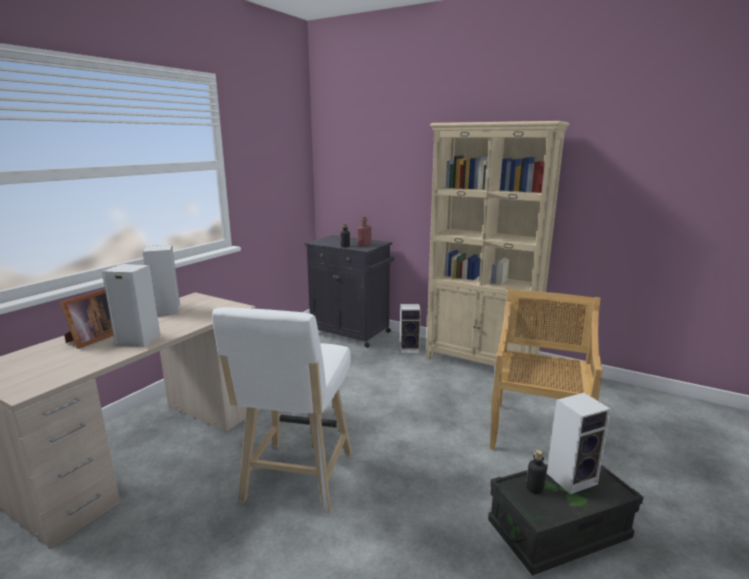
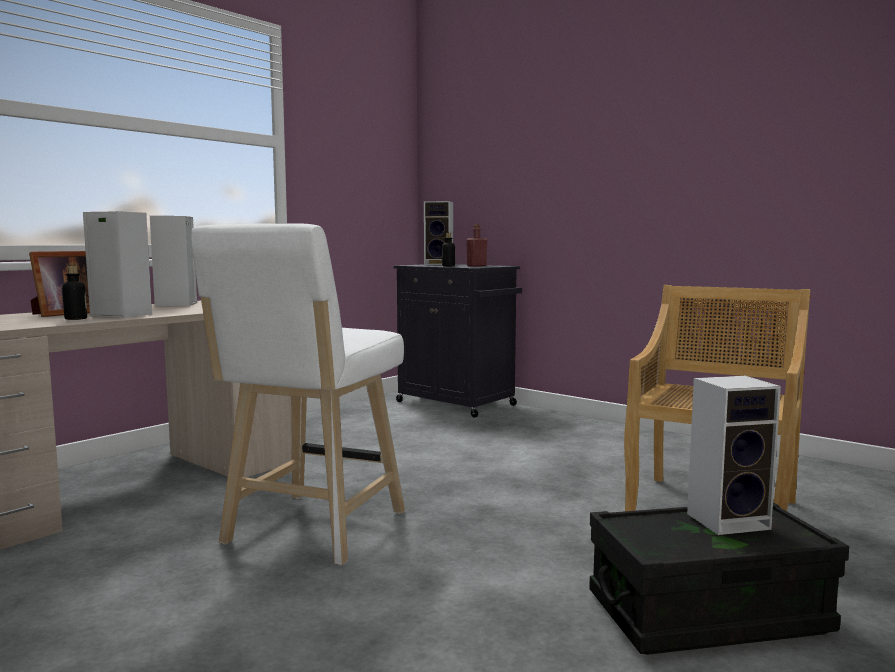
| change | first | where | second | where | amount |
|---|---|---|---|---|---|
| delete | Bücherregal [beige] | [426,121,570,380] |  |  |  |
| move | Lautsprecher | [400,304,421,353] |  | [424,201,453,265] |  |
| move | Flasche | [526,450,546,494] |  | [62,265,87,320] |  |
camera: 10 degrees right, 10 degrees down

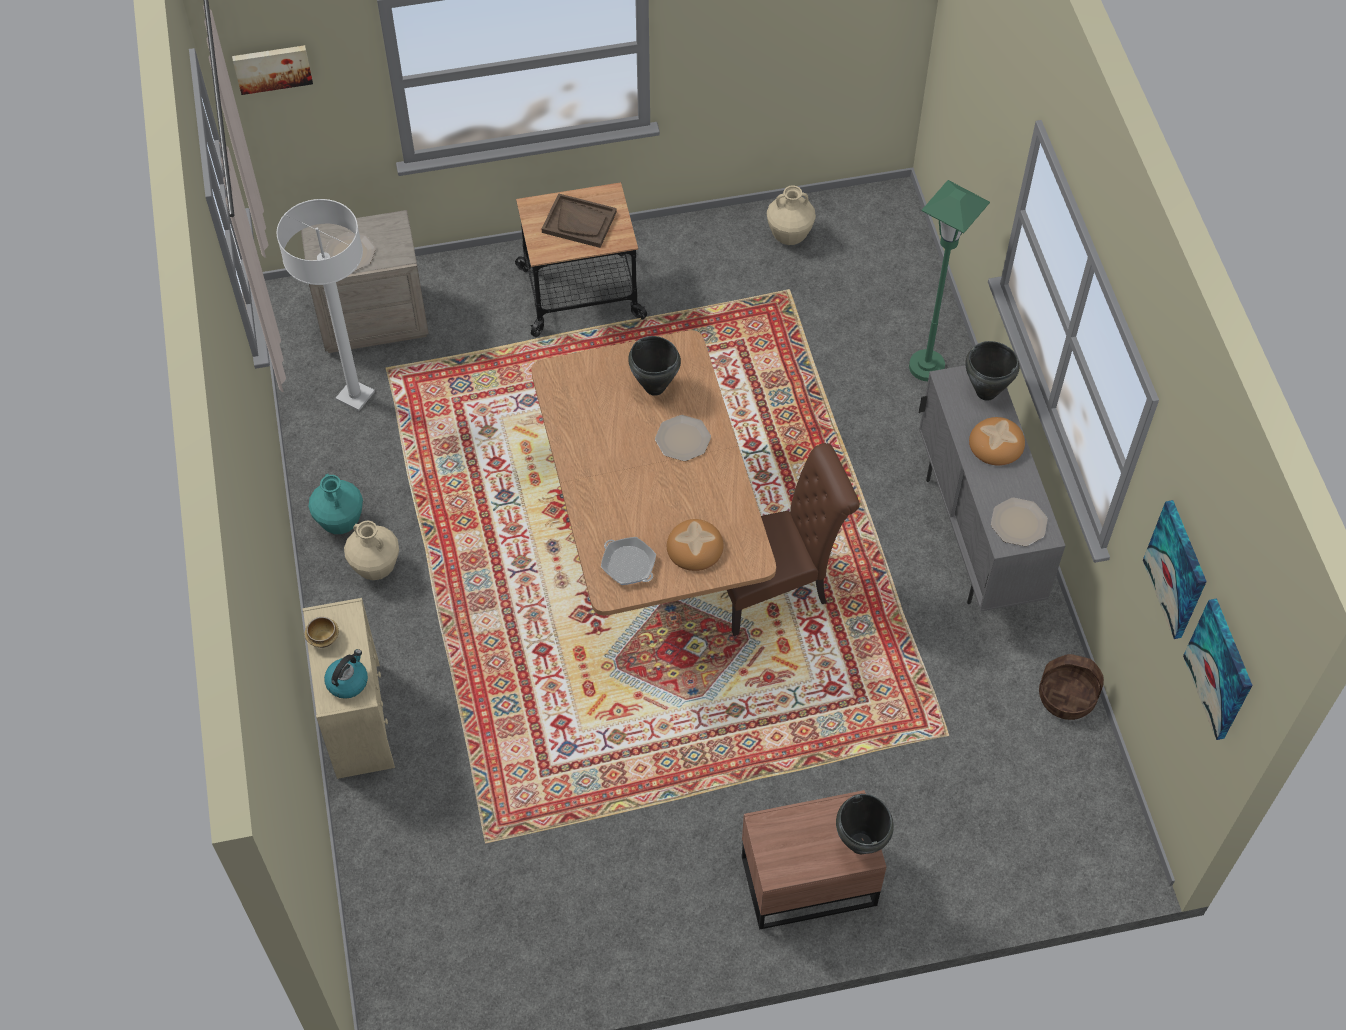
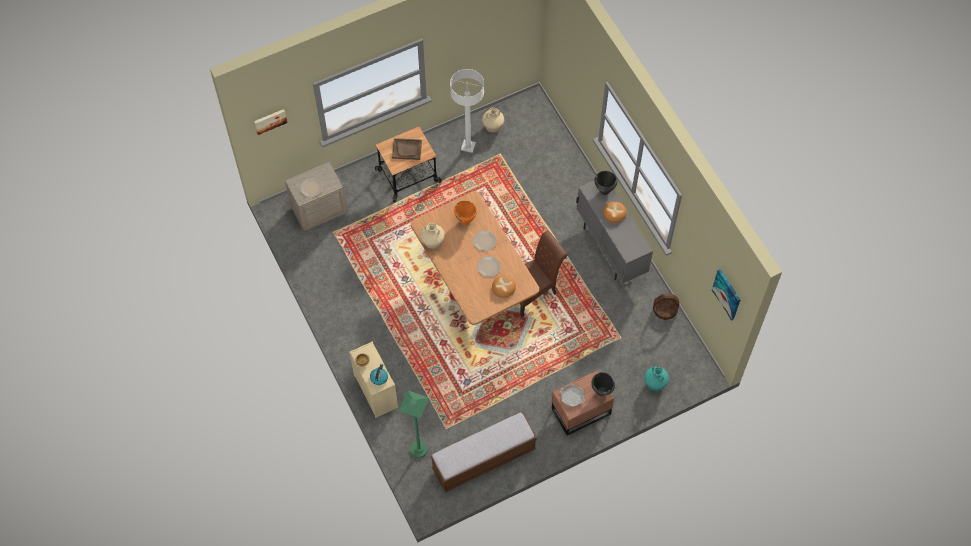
| change | first | where | second | where | amount |
|---|---|---|---|---|---|
| move | Stehlampe [grün] | [909,180,990,381] |  | [399,390,429,458] |  |
| move | Stehlampe [weiß] | [276,199,375,411] |  | [450,69,484,153] |  |
| recolor | Kochtopf [schwarz] | [628,336,681,396] | Kochtopf [orange] | [454,201,477,225] |  |
| move | Vase [türkis] | [308,474,363,534] |  | [644,366,669,391] |  |
| move | Teller | [991,498,1048,546] |  | [477,256,501,277] |  |
| delete | Bild | [1143,500,1207,639] |  |  |  |
| move | Vase [beige] | [344,521,399,580] |  | [420,223,445,249] |  |
| move | Pfanne | [601,537,656,585] |  | [560,384,585,407] |  |
| insert |  |  | Bank | [431,412,537,493] |  |
camera: 15 degrees left, 5 degrees up

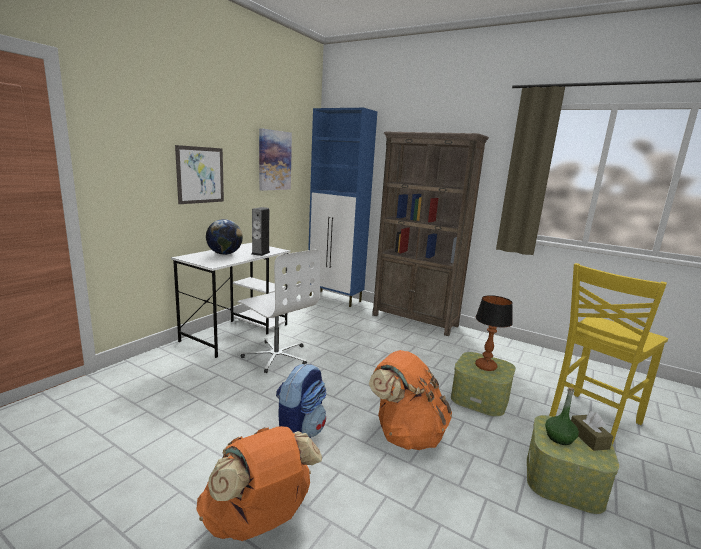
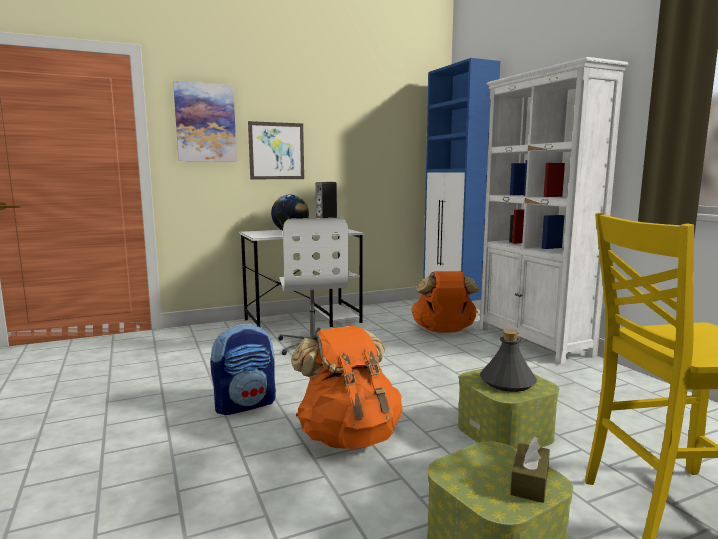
| change | first | where | second | where | amount |
|---|---|---|---|---|---|
| move | Bild | [259,128,292,191] |  | [173,81,237,162] |  |
| recolor | Bücherregal [braun] | [372,132,489,336] | Bücherregal [weiß] | [479,57,628,364] |  |
| replace | Tischlampe | [475,295,513,371] | Flasche [grau] | [480,329,537,392] |  |
| delete | Flasche [grün] | [545,387,579,445] |  |  |  |
| move | Rucksack [orange] | [196,426,322,541] |  | [411,271,479,332] |  |
camera: 35 degrees right, 5 degrees down

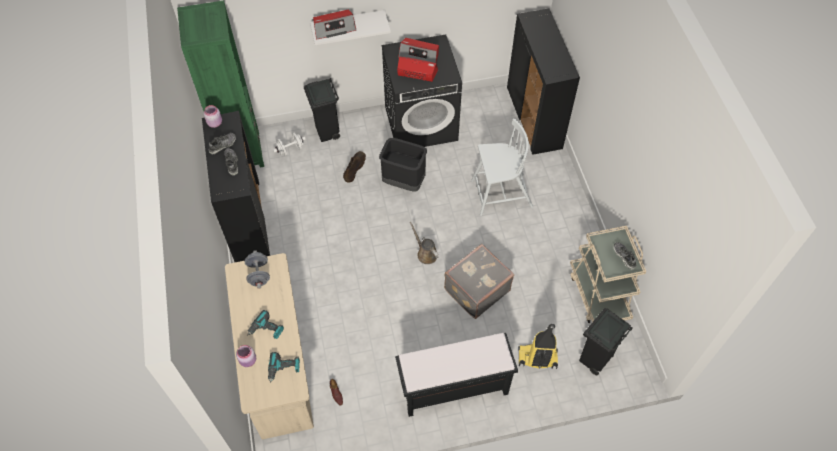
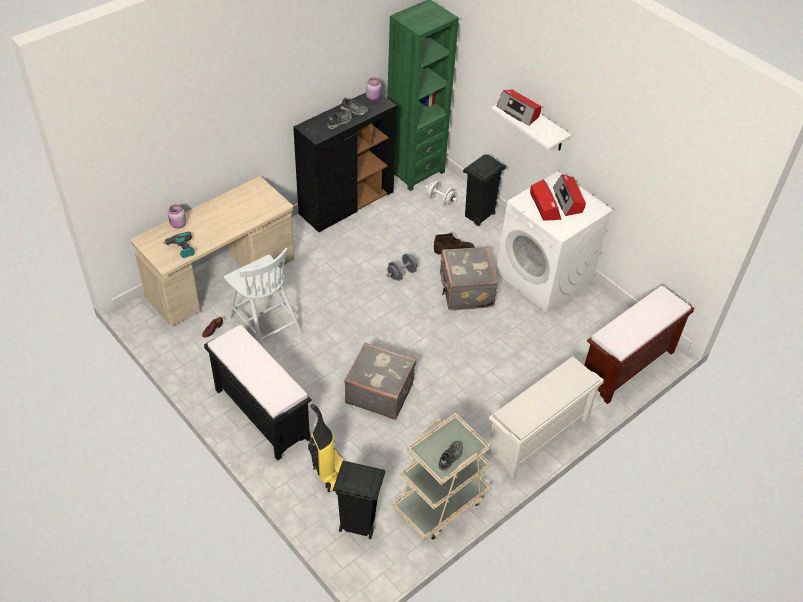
| change | first | where | second | where | amount |
|---|---|---|---|---|---|
| replace | Schrank [schwarz] | [507,9,580,155] | Bank [braun] | [584,285,694,404] |  |
| recolor | Waschmaschine [schwarz] | [382,35,462,147] | Waschmaschine [weiß] | [496,171,613,314] |  |
| move | Stuhl [weiß] | [471,118,533,216] |  | [224,248,303,347] |  |
| replace | Mülleimer [schwarz] | [379,138,427,192] | Koffer [grau] | [440,246,498,310] |  |
| delete | Gießkanne [braun] | [410,222,439,264] |  |  |  |
| move | Hantel [grau] | [245,250,270,289] |  | [387,254,418,281] |  |
| delete | Bohrmaschine | [248,310,284,339] |  |  |  |
| insert |  |  | Schuhregal [weiß] | [486,356,604,479] |  |
camera: 60 degrees right, 10 degrees down

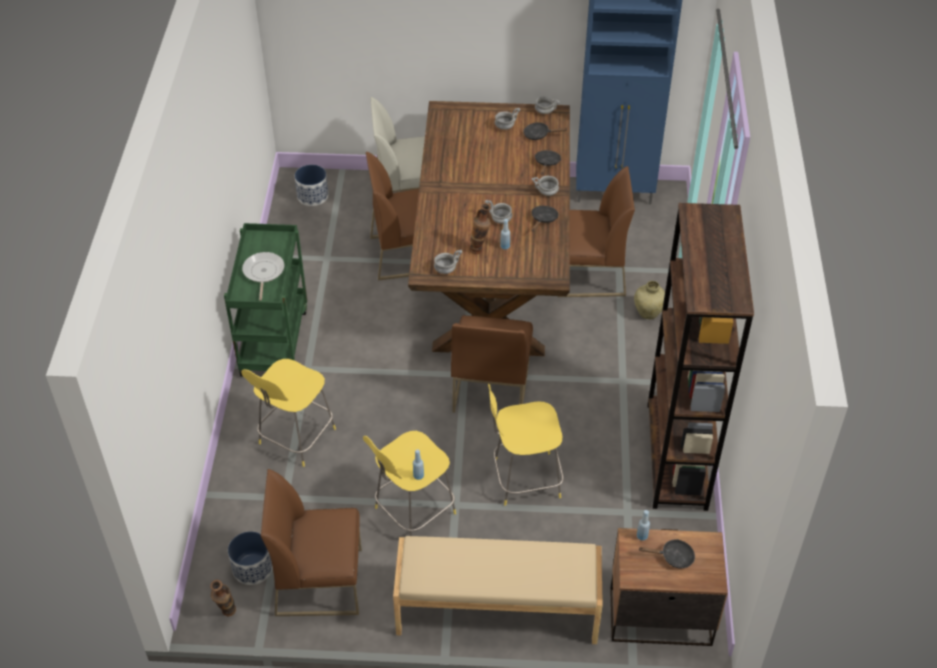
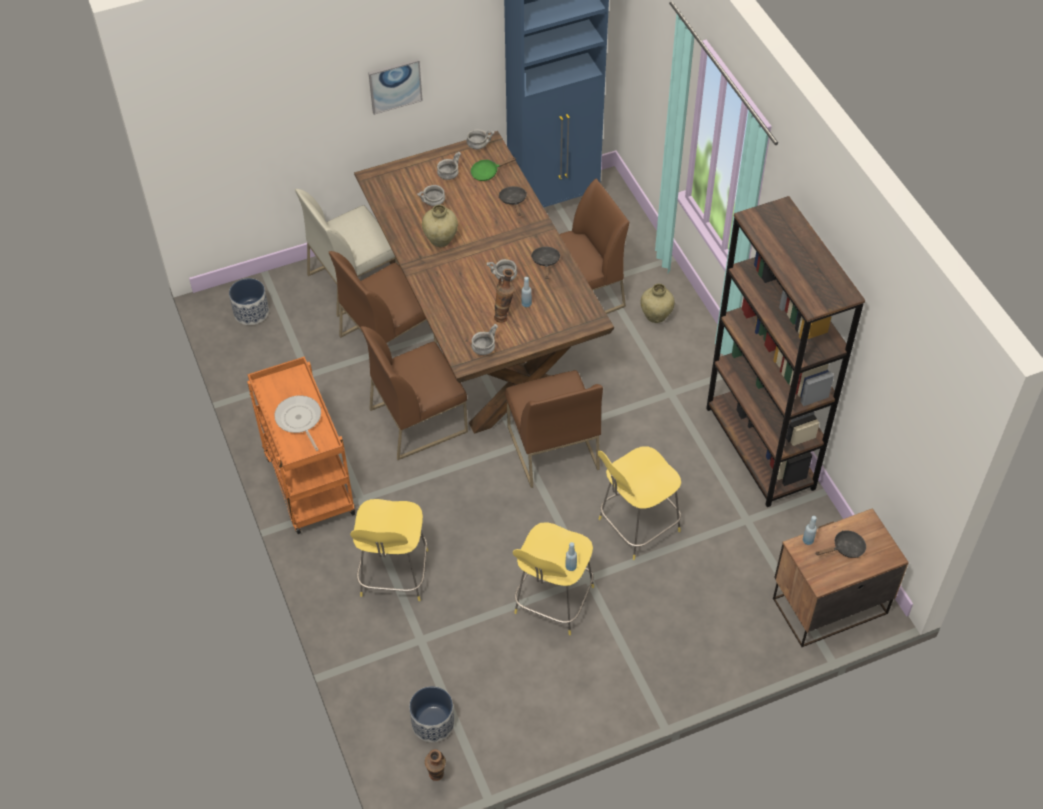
| change | first | where | second | where | amount |
|---|---|---|---|---|---|
| recolor | Pfanne [schwarz] | [523,122,568,140] | Pfanne [grün] | [471,157,516,181] |  |
| move | Schüssel [grau] | [531,176,559,196] |  | [417,185,445,206] |  |
| recolor | Rollwagen [grün] | [224,223,307,376] | Rollwagen [orange] | [247,357,355,534] |  |
| move | Stuhl [braun] | [261,469,362,616] |  | [360,326,468,460] |  |
| delete | Bank [beige] | [393,536,603,644] |  |  |  |
| insert |  |  | Bild | [368,59,423,115] |  |
| insert |  |  | Vase [beige] | [422,205,458,247] |  |
camera: 25 degrees left, 5 degrees up

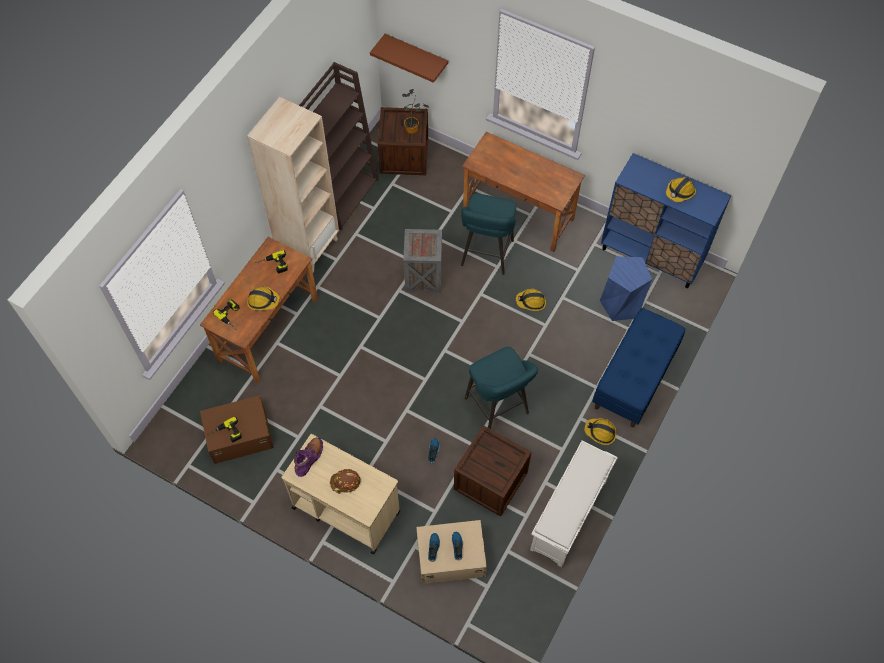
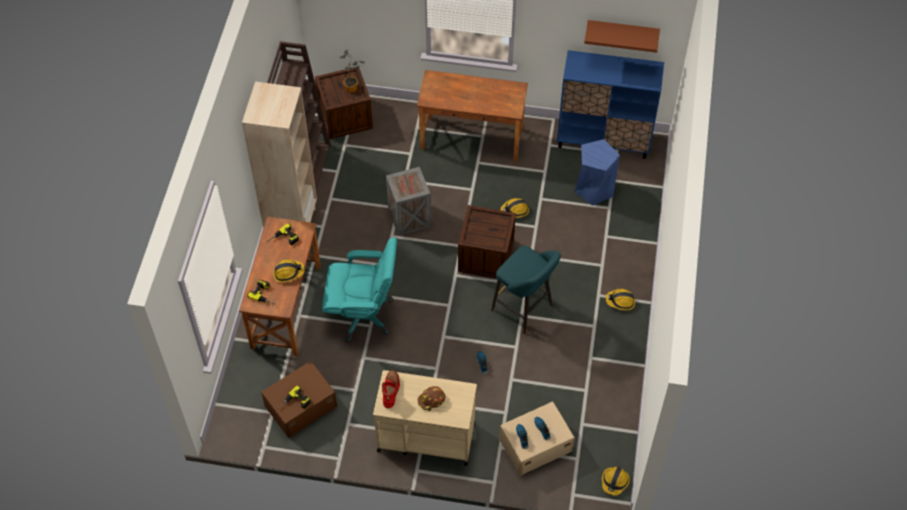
| change | first | where | second | where | amount |
|---|---|---|---|---|---|
| move | Wandregal [braun] | [370,34,448,83] |  | [584,20,660,53] |  |
| move | Schutzhelm | [666,177,696,202] |  | [602,467,630,496] |  |
| delete | Hocker [türkis] | [461,193,516,275] |  |  |  |
| delete | Bank [blau] | [592,308,685,427] |  |  |  |
| move | Kiste | [454,425,532,517] |  | [458,205,516,278] |  |
| recolor | Stiefel [lila] | [294,437,323,477] | Stiefel [rot] | [382,370,400,408] |  |
| delete | Schuhregal [weiß] | [530,440,618,567] |  |  |  |
| insert |  |  | Bürostuhl [türkis] | [322,238,397,343] |  |
camera: 20 degrees left, 5 degrees down

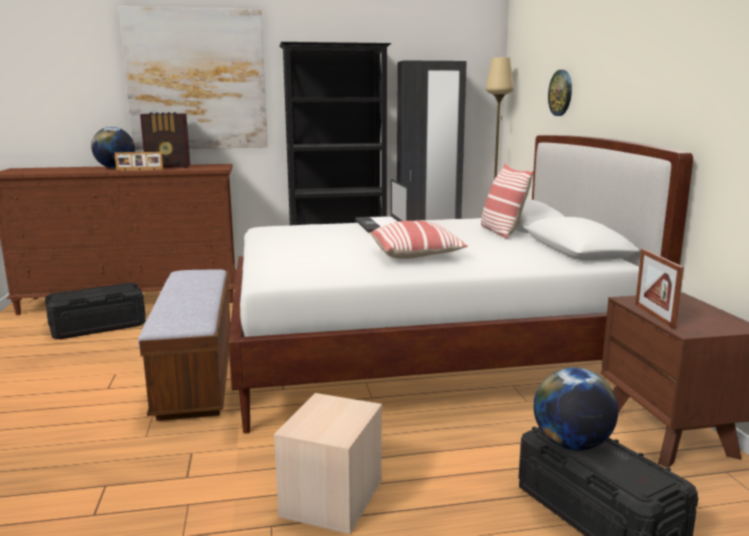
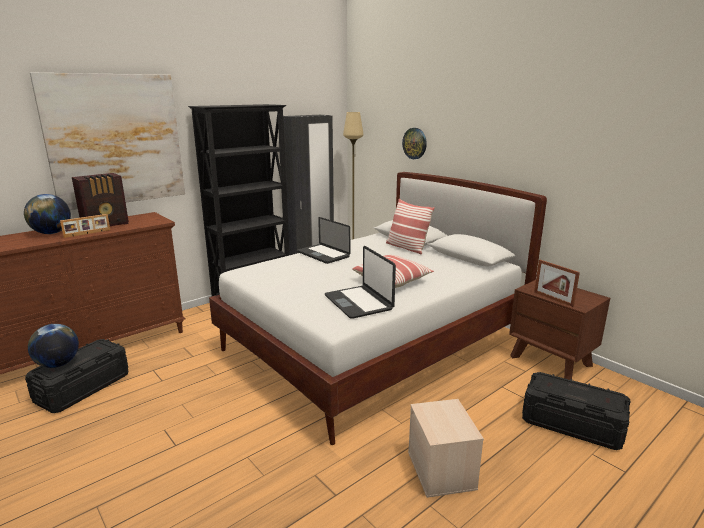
| change | first | where | second | where | amount |
|---|---|---|---|---|---|
| delete | Bank | [138,269,231,421] |  |  |  |
| move | Globus | [534,367,618,451] |  | [28,324,79,368] |  |
| insert |  |  | Laptop | [325,246,396,319] |  |
camera: 30 degrees left, 5 degrees up

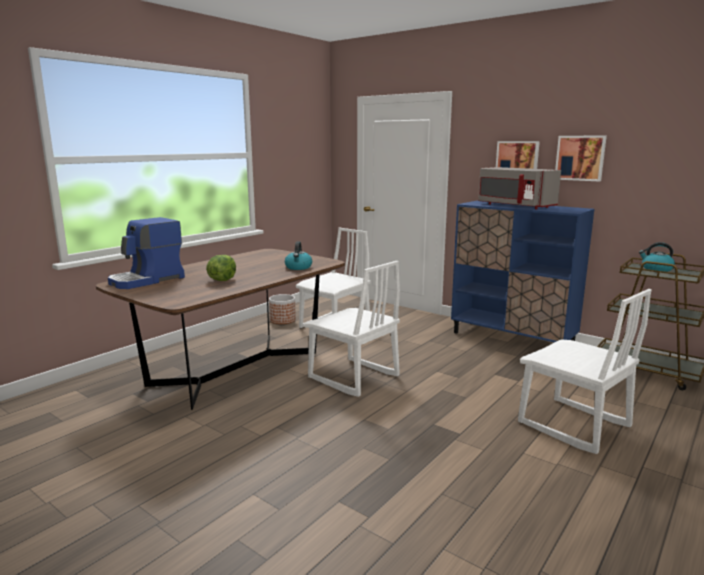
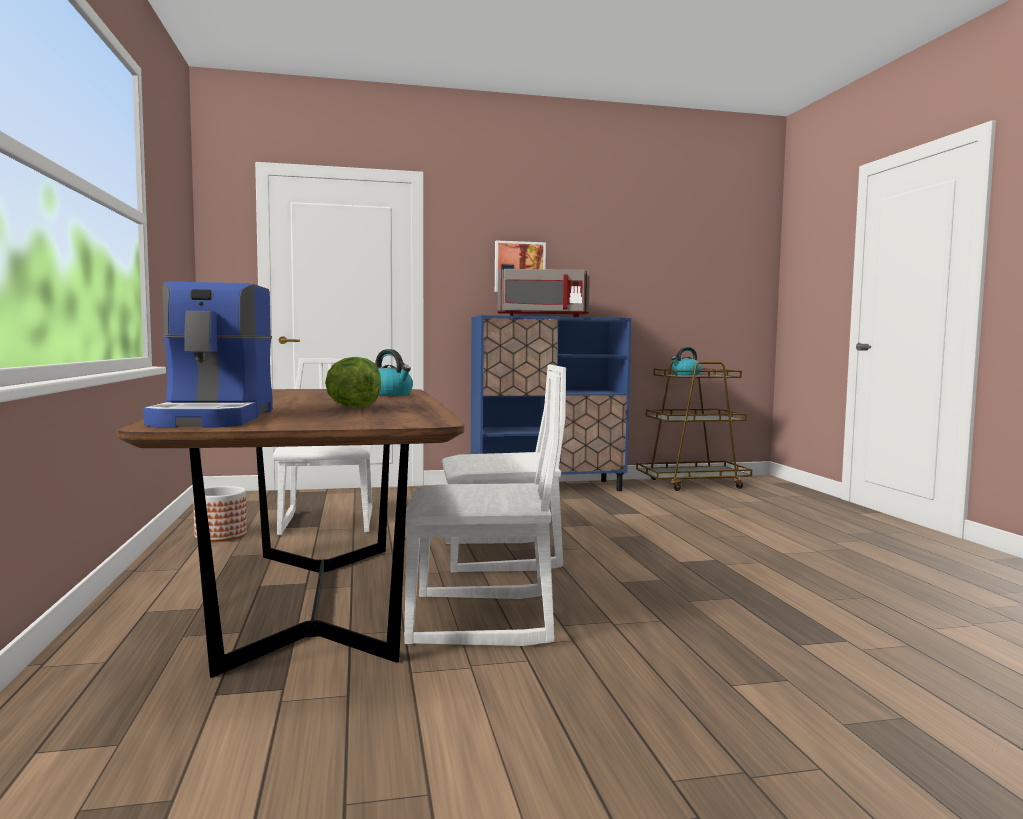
| change | first | where | second | where | amount |
|---|---|---|---|---|---|
| delete | Bild | [555,136,607,181] |  |  |  |
| move | Stuhl [weiß] | [518,289,652,454] |  | [404,371,561,646] |  |
camera: 50 degrees left, 10 degrees down

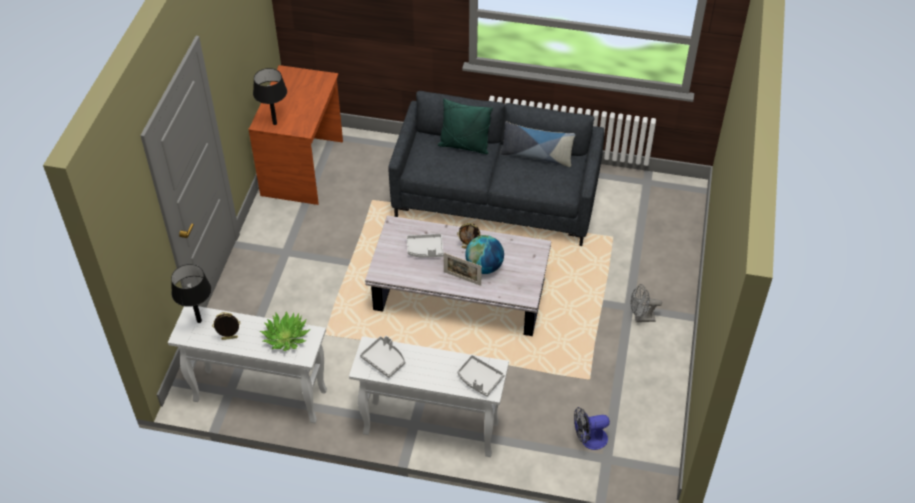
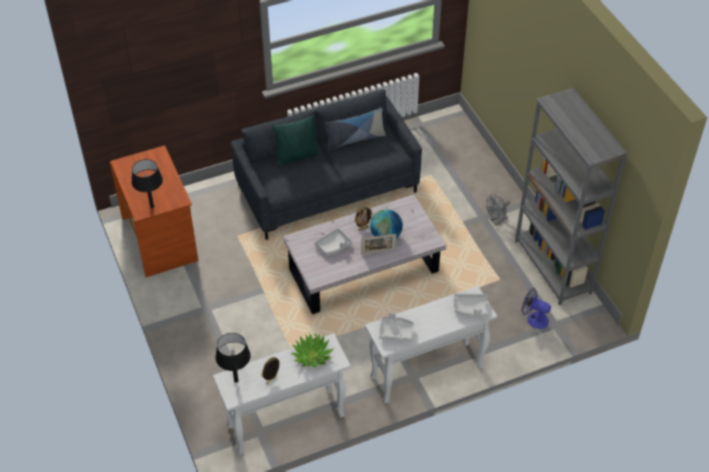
| change | first | where | second | where | amount |
|---|---|---|---|---|---|
| rotate | Ventilator | [574,407,610,450] |  | [522,288,551,329] | 75 degrees clockwise |
| insert |  |  | Bücherregal [grau] | [515,88,628,305] |  |
camera: 35 degrees left, 0 degrees up

